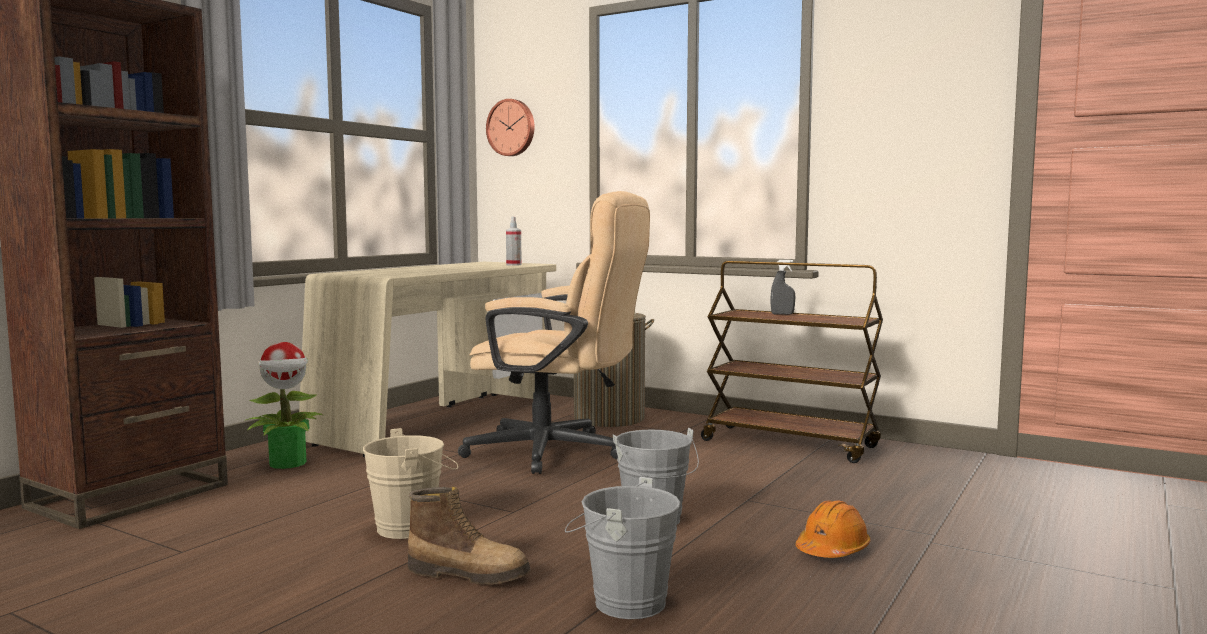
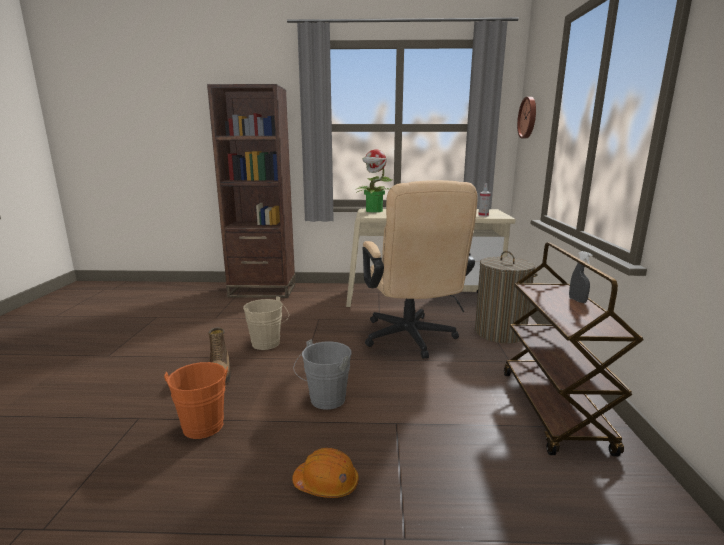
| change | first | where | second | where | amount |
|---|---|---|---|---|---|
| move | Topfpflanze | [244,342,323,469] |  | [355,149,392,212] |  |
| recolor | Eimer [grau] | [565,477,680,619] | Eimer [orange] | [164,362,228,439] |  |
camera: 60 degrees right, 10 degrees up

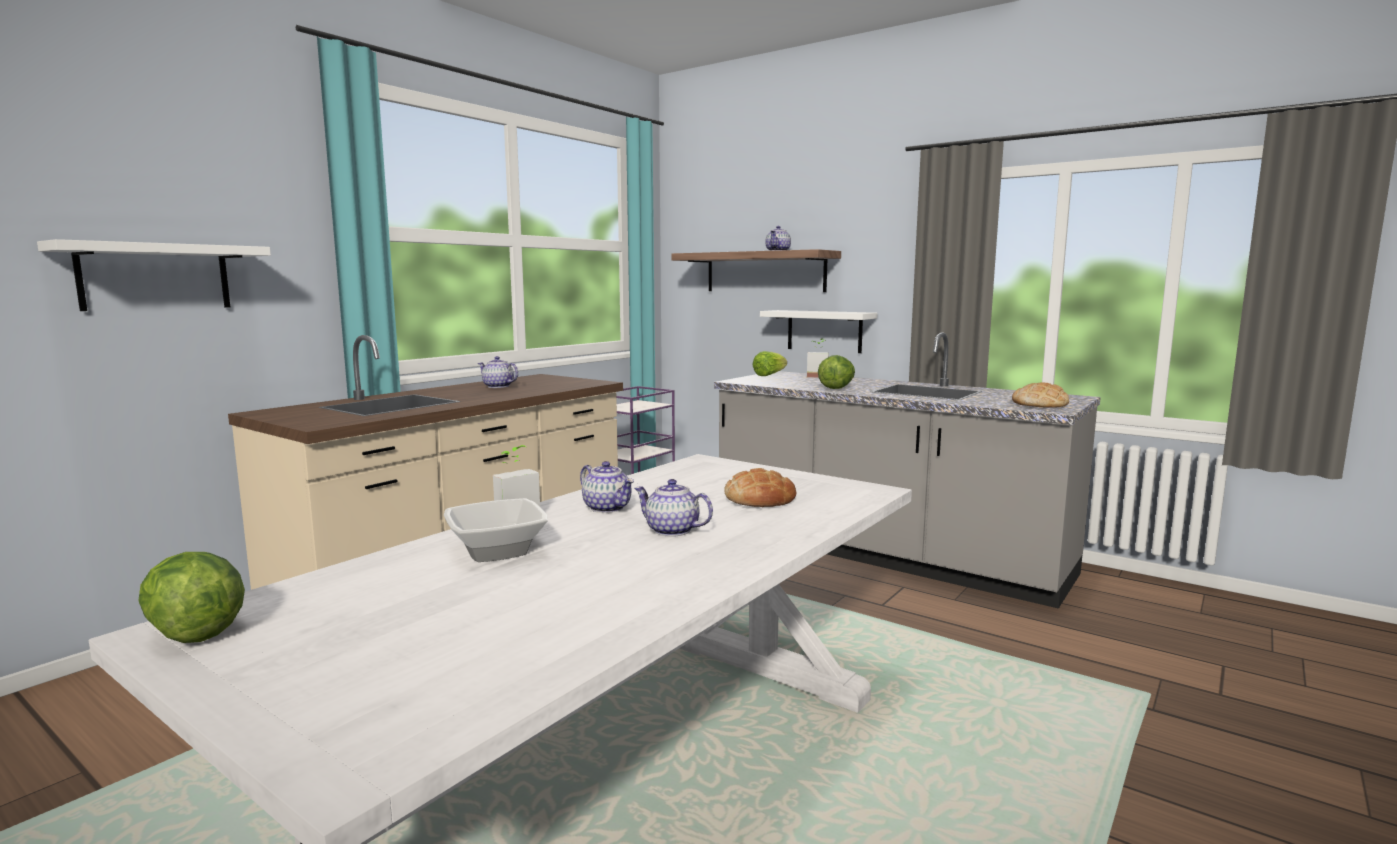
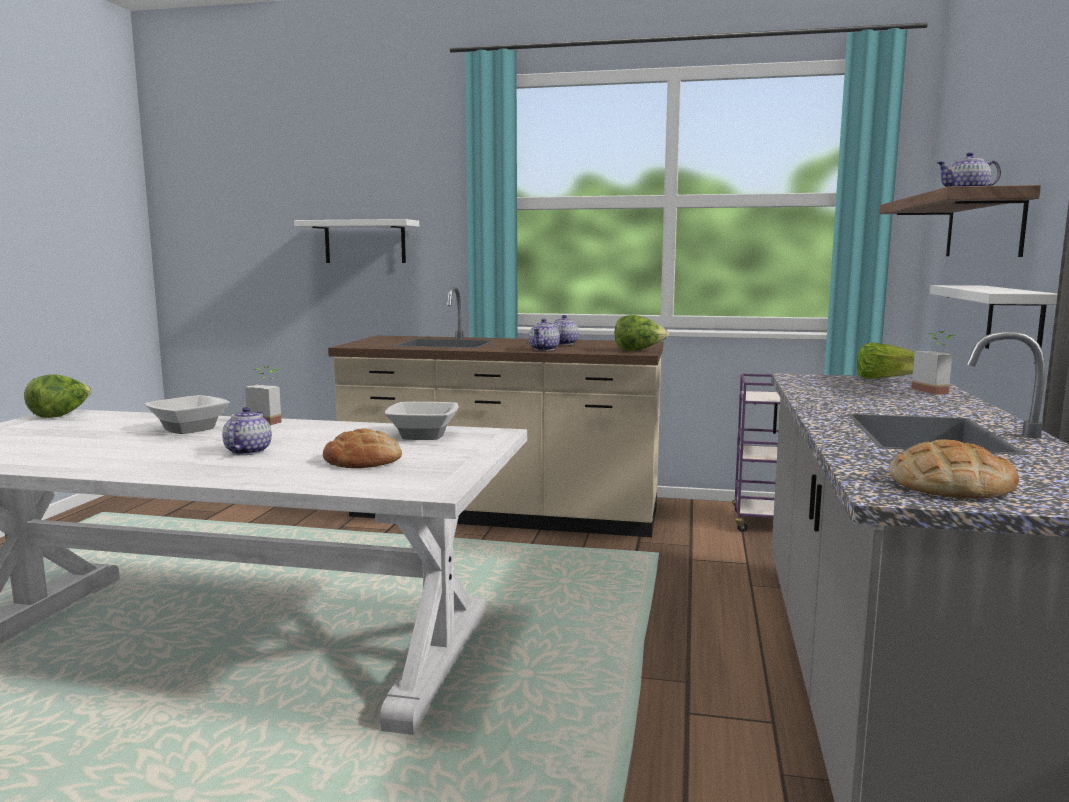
| change | first | where | second | where | amount |
|---|---|---|---|---|---|
| move | Salatkopf | [818,355,855,389] |  | [614,315,669,351] |  |
| move | Teekanne | [580,461,634,513] |  | [529,319,560,351] |  |
| insert |  |  | Schüssel | [385,402,459,440] |  |
camera: 65 degrees right, 0 degrees up

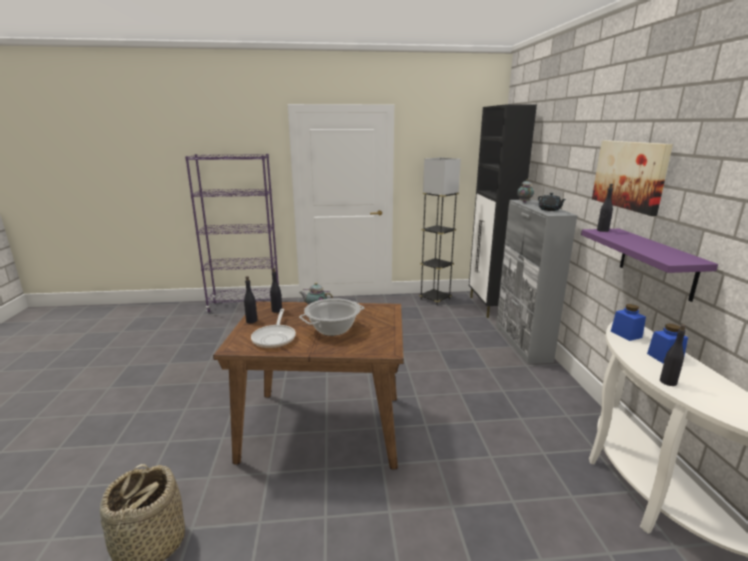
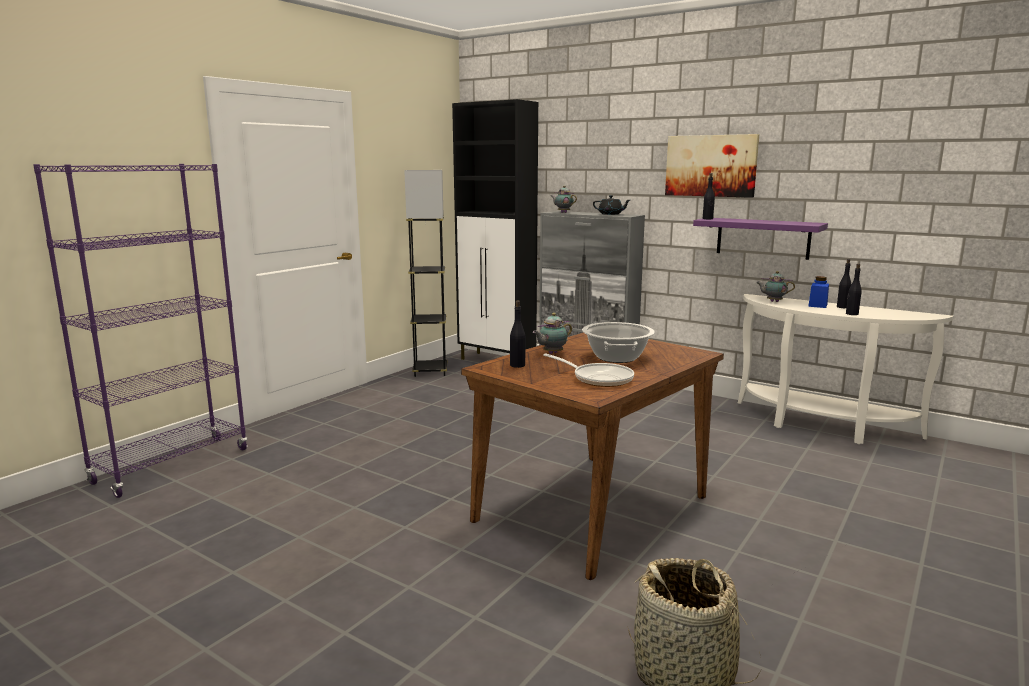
| change | first | where | second | where | amount |
|---|---|---|---|---|---|
| move | Flasche [schwarz] | [244,276,257,323] |  | [837,259,851,308] |  |
| replace | Vorratsglas [blau] | [611,304,646,341] | Teekanne | [756,271,795,302] |  |
camera: 50 degrees left, 5 degrees down

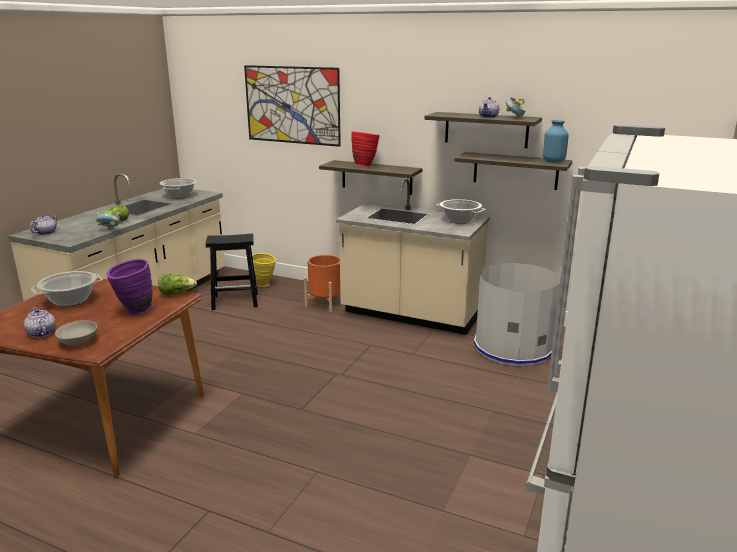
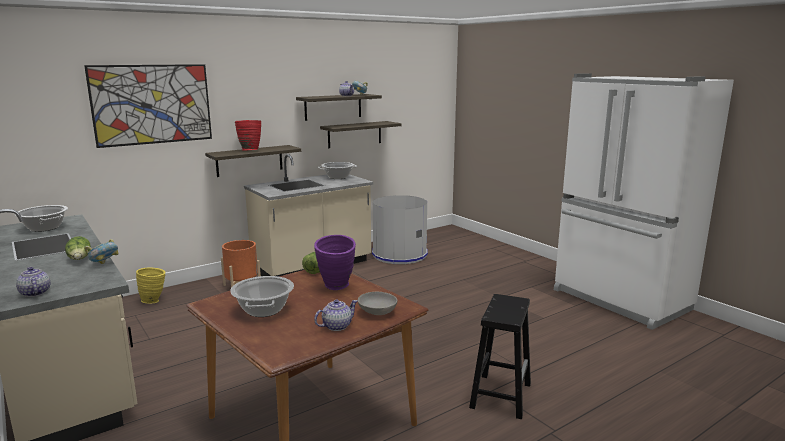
| change | first | where | second | where | amount |
|---|---|---|---|---|---|
| delete | Vase [blau] | [543,120,569,163] |  |  |  |
| move | Hocker [schwarz] | [206,234,258,310] |  | [469,294,531,419] |  |
| rotate | Teekanne | [24,307,56,338] |  | [314,299,357,331] | 150 degrees clockwise |
camera: 60 degrees left, 5 degrees down

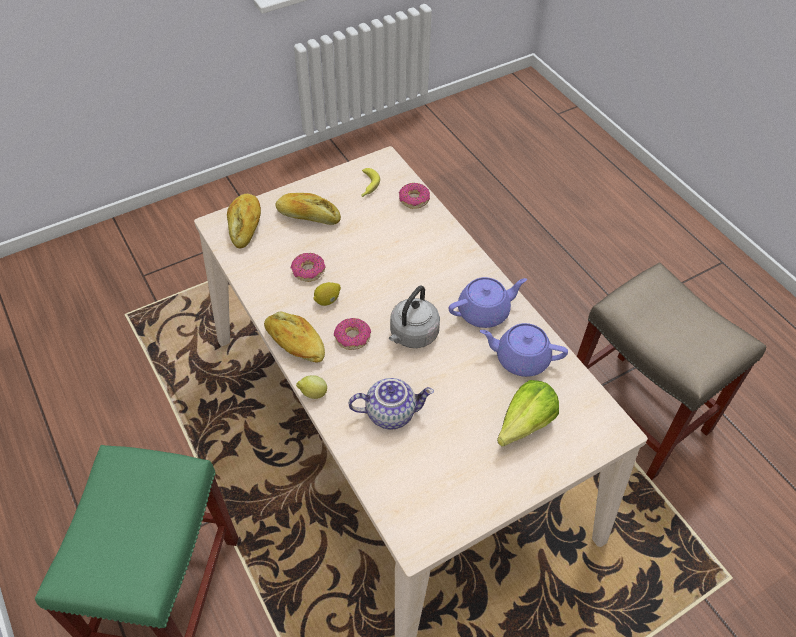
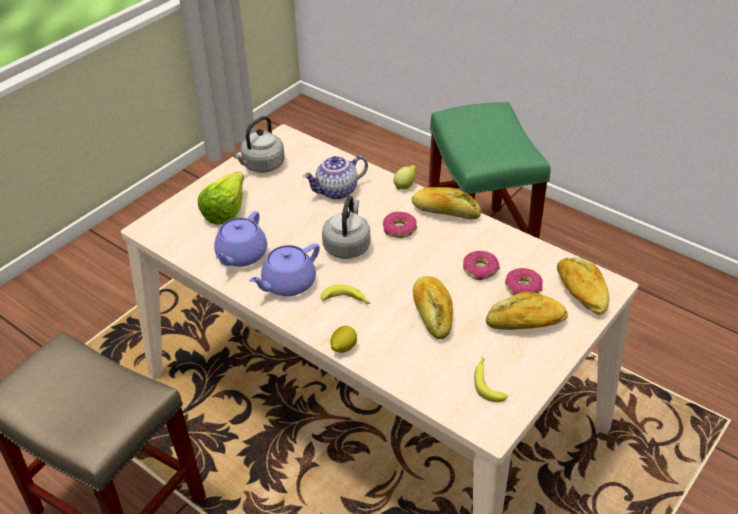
| change | first | where | second | where | amount |
|---|---|---|---|---|---|
| move | Donut | [399,183,430,209] |  | [505,268,543,295] |  |
| move | Zitrone | [313,282,341,306] |  | [330,326,357,353] |  |
| rotate | Teekanne [lila] | [480,323,568,377] |  | [214,211,267,267] | 120 degrees clockwise |
| insert |  |  | Wasserkessel [grau] | [233,116,285,173] |  |
| insert |  |  | Brot | [413,276,453,339] |  |
| insert |  |  | Banane | [321,284,370,304] |  |
camera: 160 degrees right, 10 degrees down

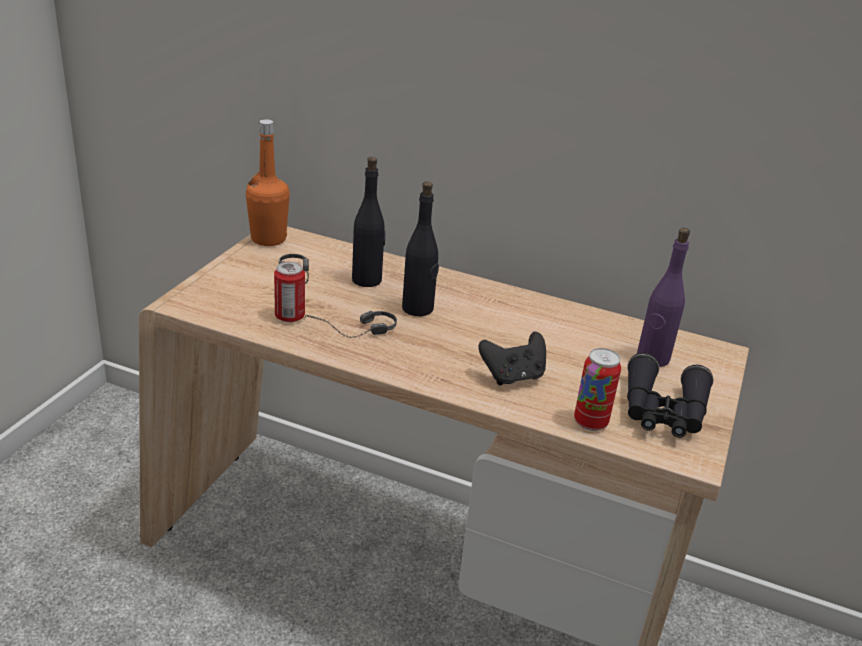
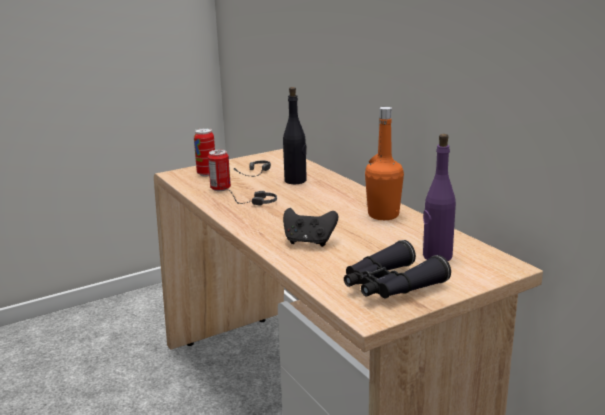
| change | first | where | second | where | amount |
|---|---|---|---|---|---|
| move | Flasche [orange] | [246,119,290,246] |  | [365,107,404,220] |  |
| delete | Flasche [schwarz] | [402,181,439,316] |  |  |  |
| move | Dose | [574,348,621,431] |  | [194,128,215,177] |  |
camera: 40 degrees right, 10 degrees down

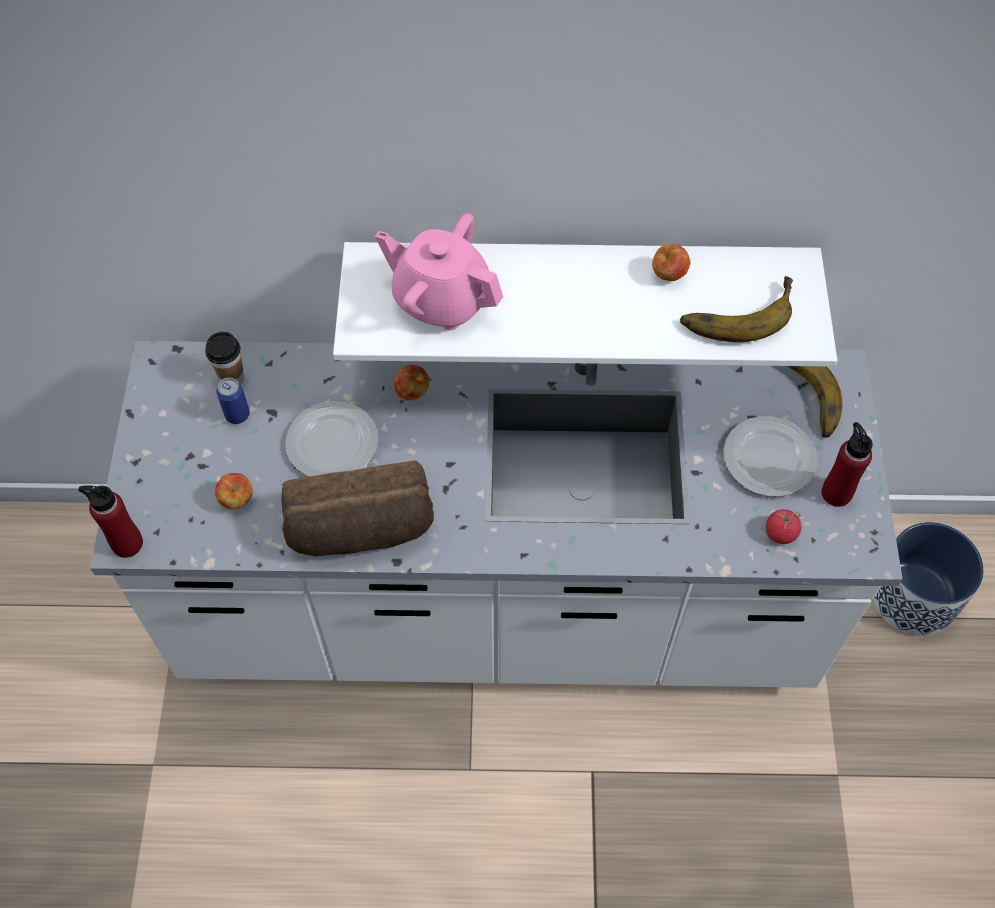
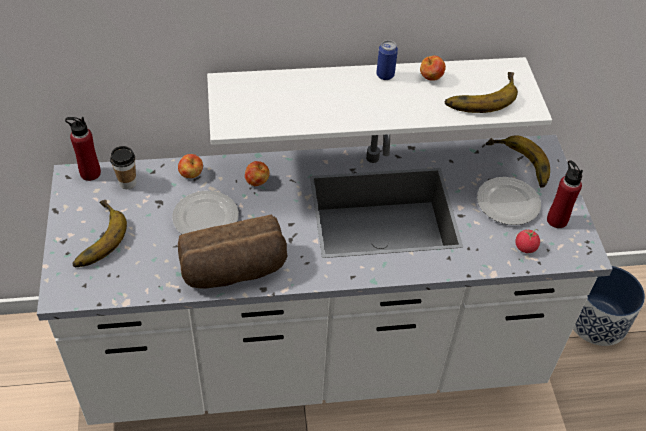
| change | first | where | second | where | amount |
|---|---|---|---|---|---|
| delete | Teekanne [rosa] | [375,213,503,331] |  |  |  |
| move | Dose | [216,378,250,424] |  | [376,40,398,80] |  |
| move | Apfel | [215,473,253,509] |  | [178,154,203,178] |  |
| move | Flasche [rot] | [78,485,143,558] |  | [65,117,101,181] |  |
| insert |  |  | Banane | [72,200,127,267] |  |
camera: 10 degrees left, 10 degrees down

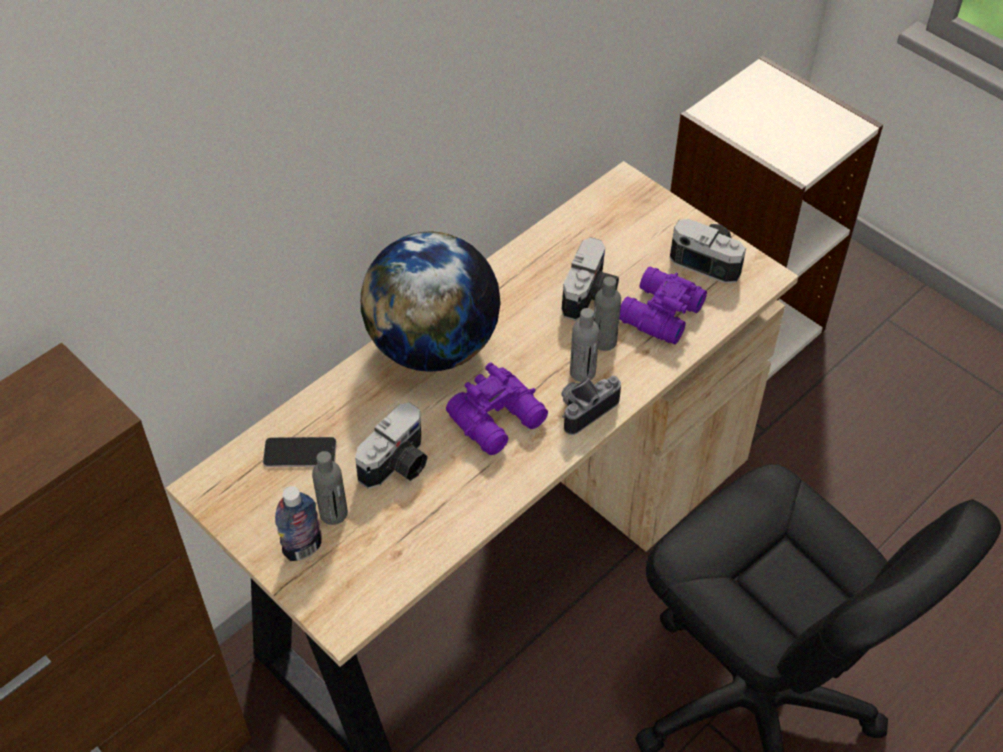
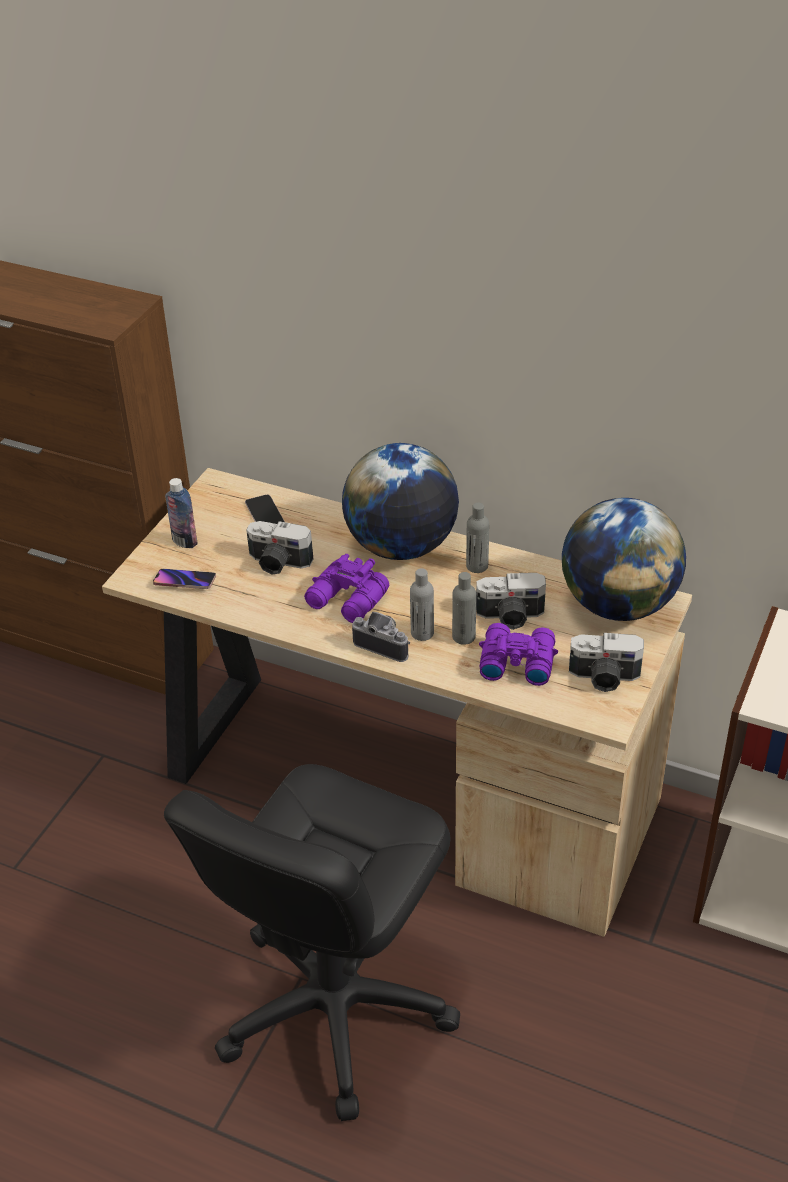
| change | first | where | second | where | amount |
|---|---|---|---|---|---|
| rotate | Kamera | [670,219,746,283] |  | [569,633,644,692] | 90 degrees clockwise |
| move | Flasche [grau] | [312,451,348,525] |  | [466,502,489,573] |  |
| insert |  |  | Globus | [562,498,686,621] |  |
| insert |  |  | Handy | [153,569,216,589] |  |
camera: 70 degrees right, 10 degrees down

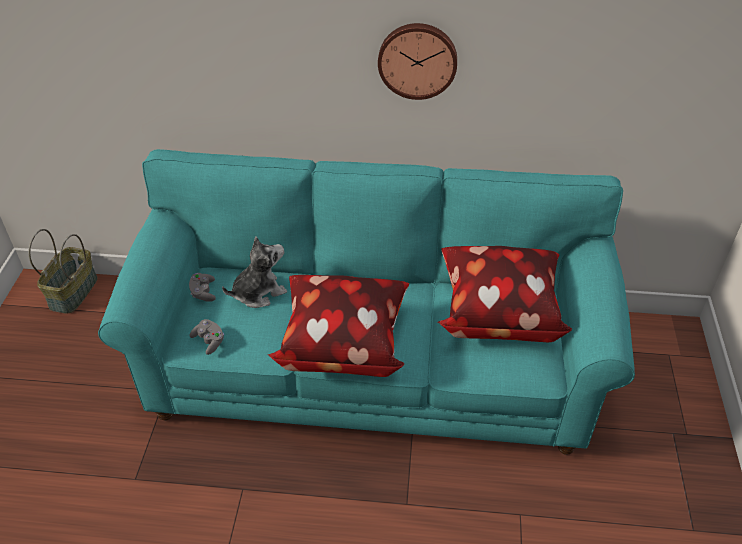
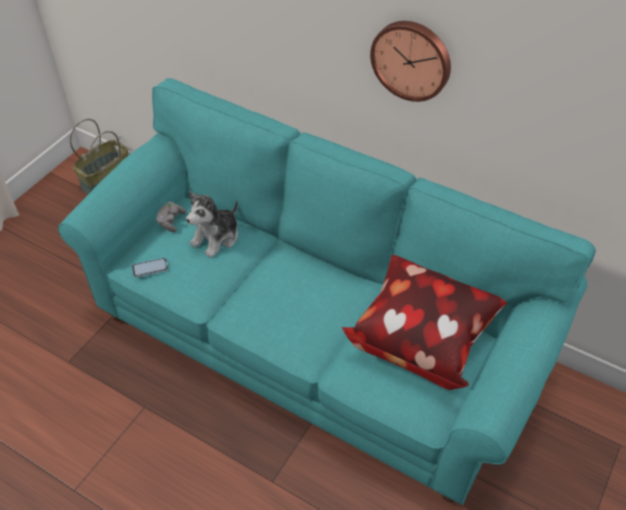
| change | first | where | second | where | amount |
|---|---|---|---|---|---|
| rotate | Plüschtier | [222,236,287,308] |  | [186,191,238,258] | 135 degrees clockwise |
| delete | Kissen | [268,275,409,377] |  |  |  |
| replace | Gamepad [grau] | [189,319,224,355] | Handy | [132,258,168,278] |  |
camera: 25 degrees right, 5 degrees up

